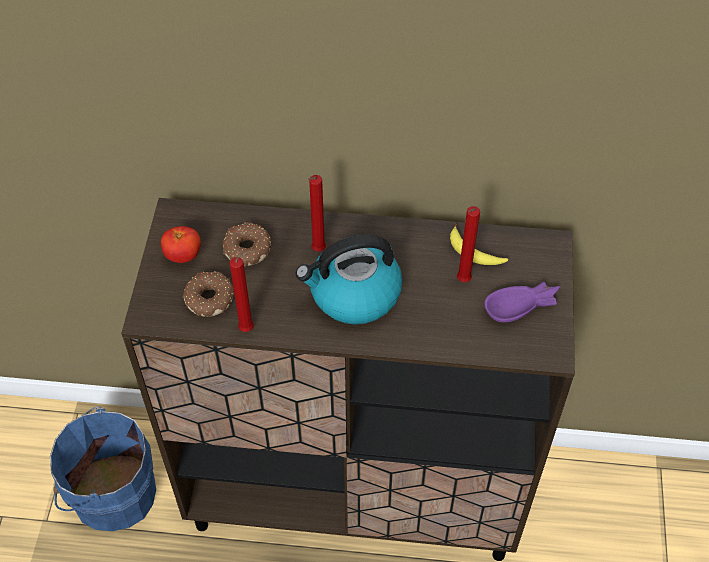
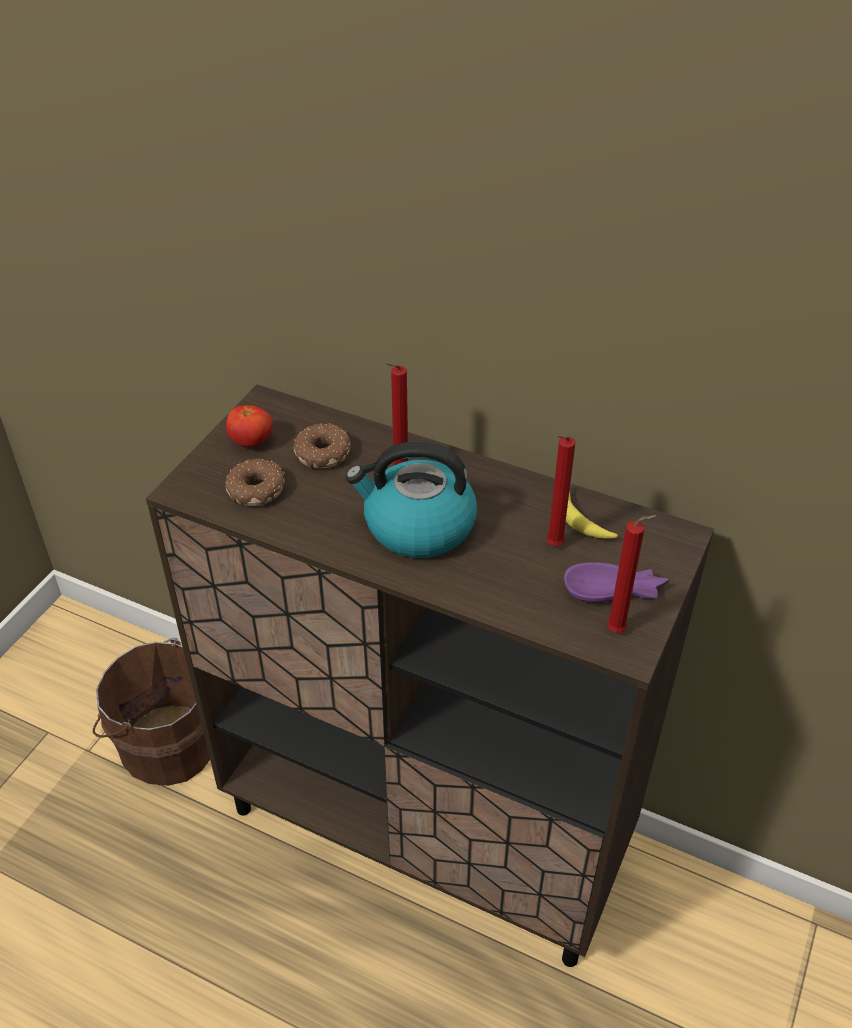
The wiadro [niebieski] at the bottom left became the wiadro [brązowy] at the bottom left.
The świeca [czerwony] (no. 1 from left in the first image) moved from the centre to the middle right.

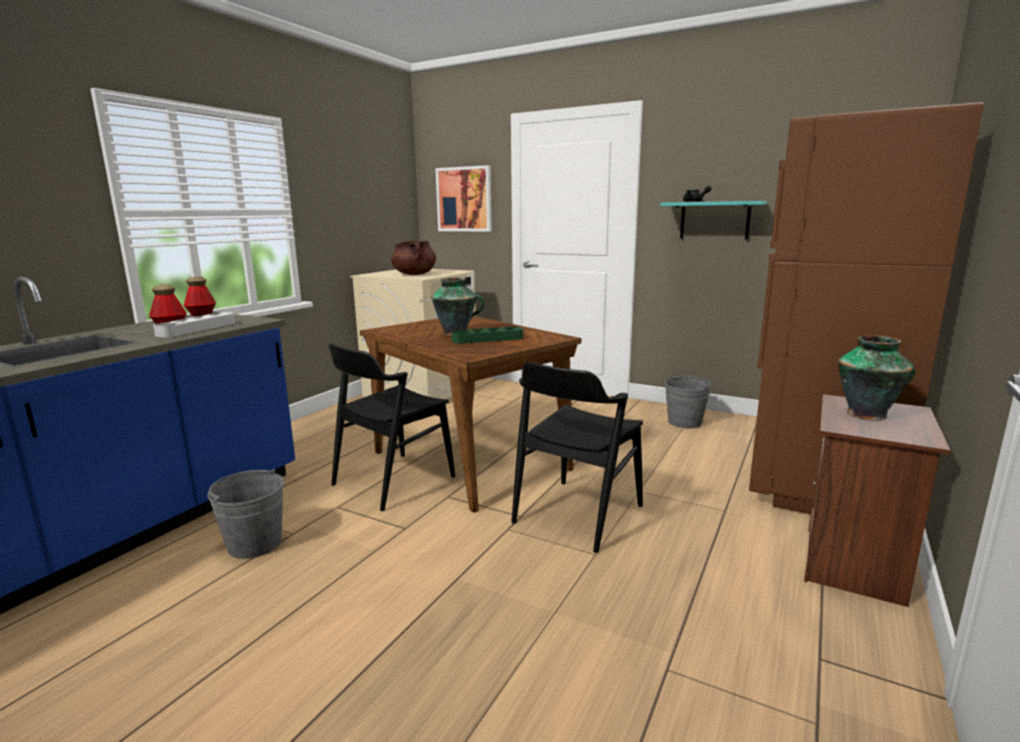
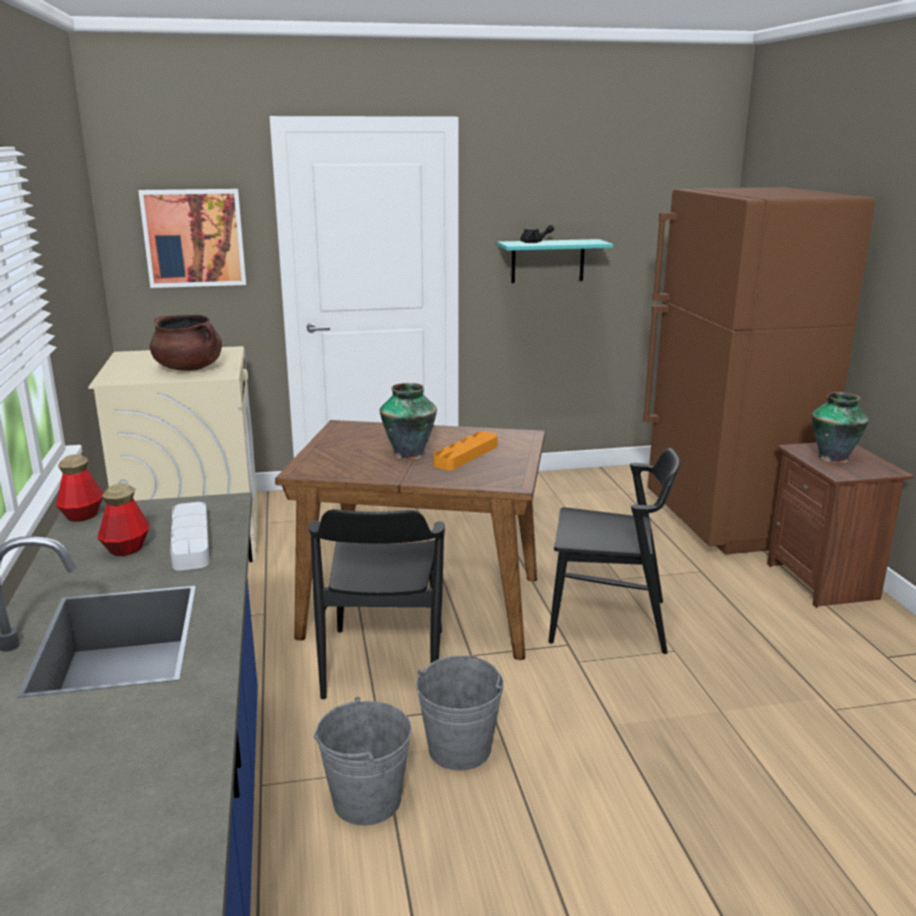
The taca [zielony] at the centre became the taca [pomarańczowy] at the centre.
The krzesło [czarny] (no. 2 from left) at the centre turned 75 degrees counterclockwise.
The wiadro [szary] (no. 2 from left) moved from the middle right to the bottom centre.

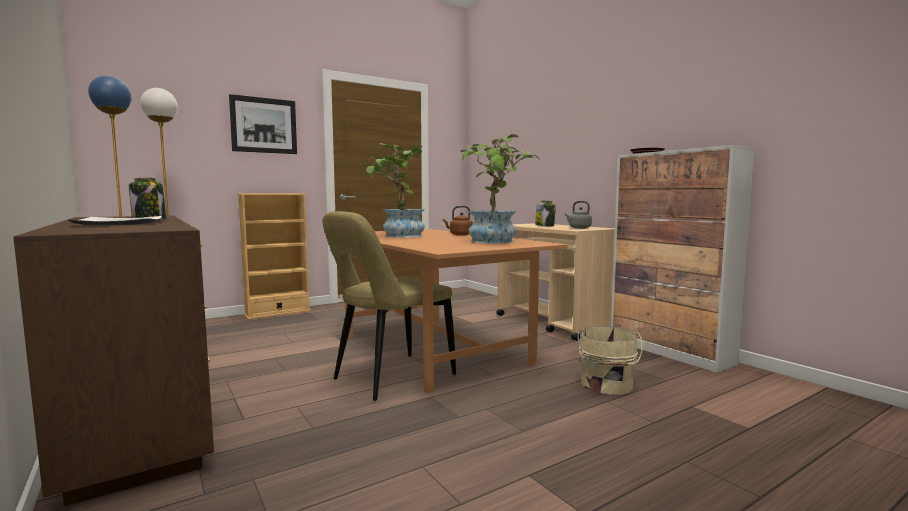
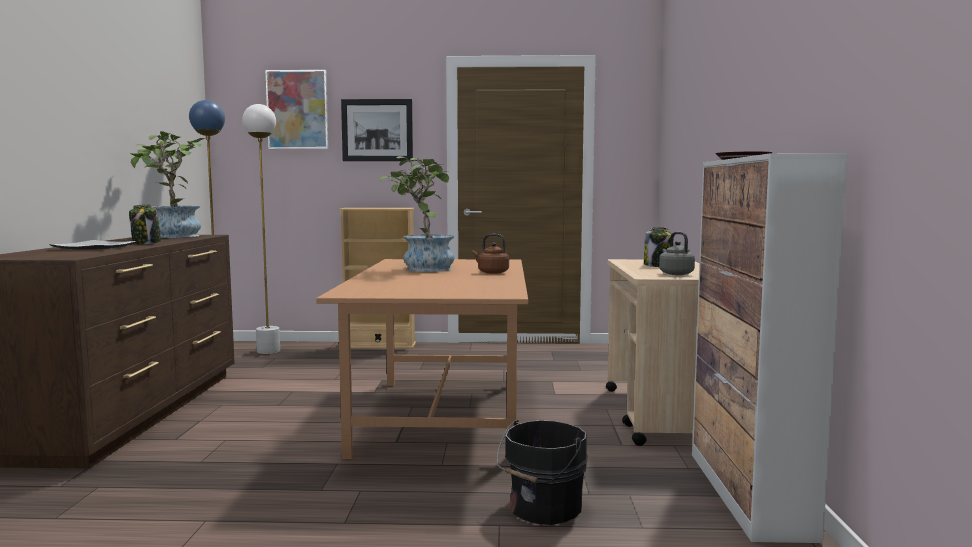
The krzesło [beżowy] at the centre disappeared.
The roślina doniczkowa (no. 2 from left in the first image) moved from the centre to the middle left.
The wiadro [beżowy] at the bottom right became the wiadro [czarny] at the bottom centre.
The obraz (no. 1 from left) at the top left appeared.

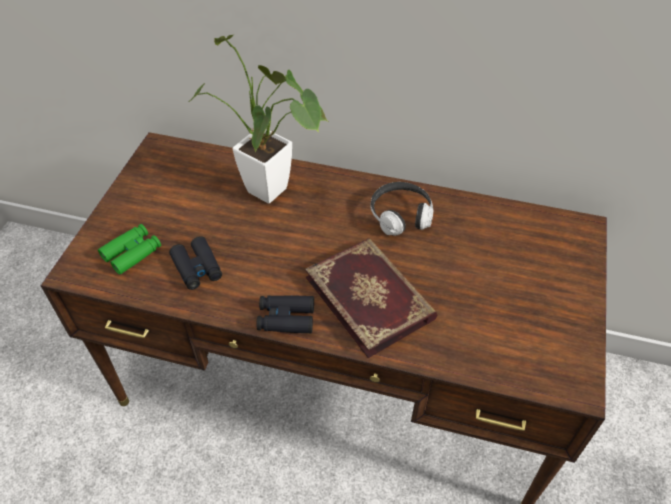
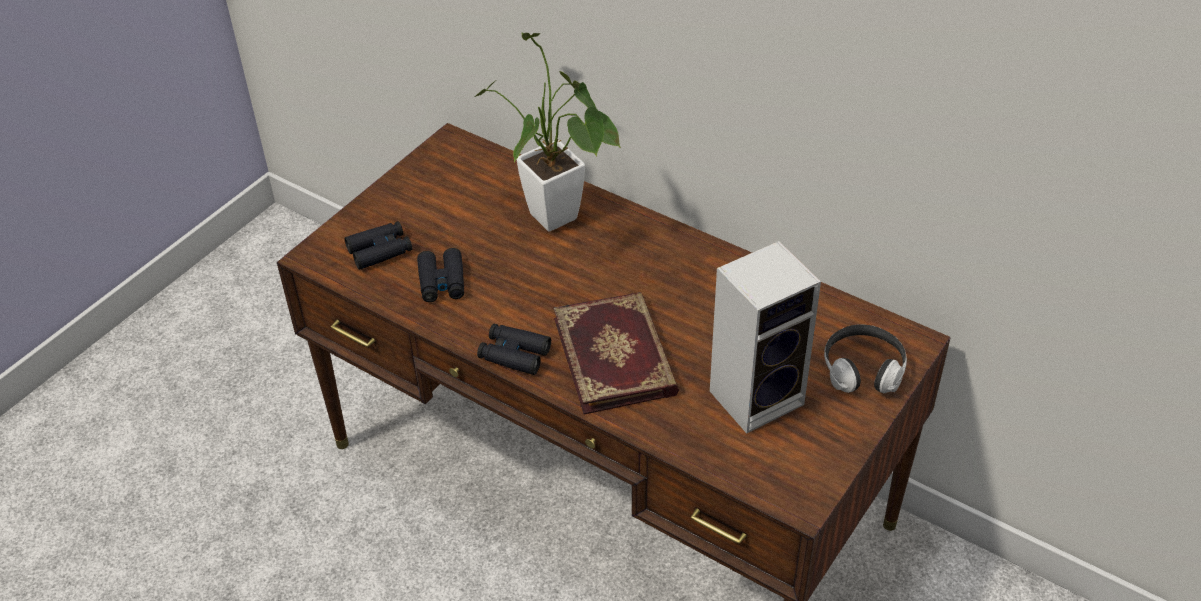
The lornetka [zielony] at the middle left became the lornetka [czarny] (no. 1 from left) at the middle left.
The słuchawki moved from the centre to the middle right.
The głośnik at the centre appeared.

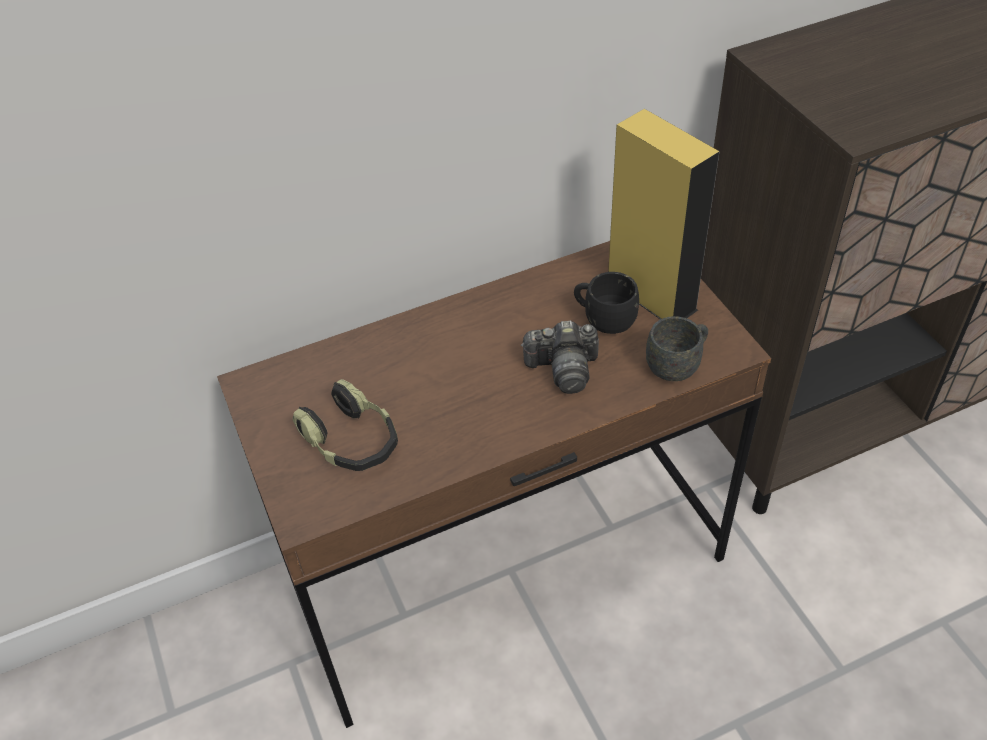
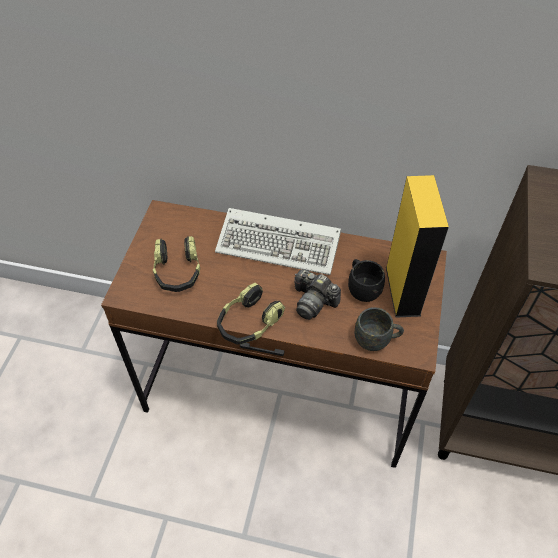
The klawiatura at the centre appeared.
The słuchawki (no. 2 from left) at the centre appeared.

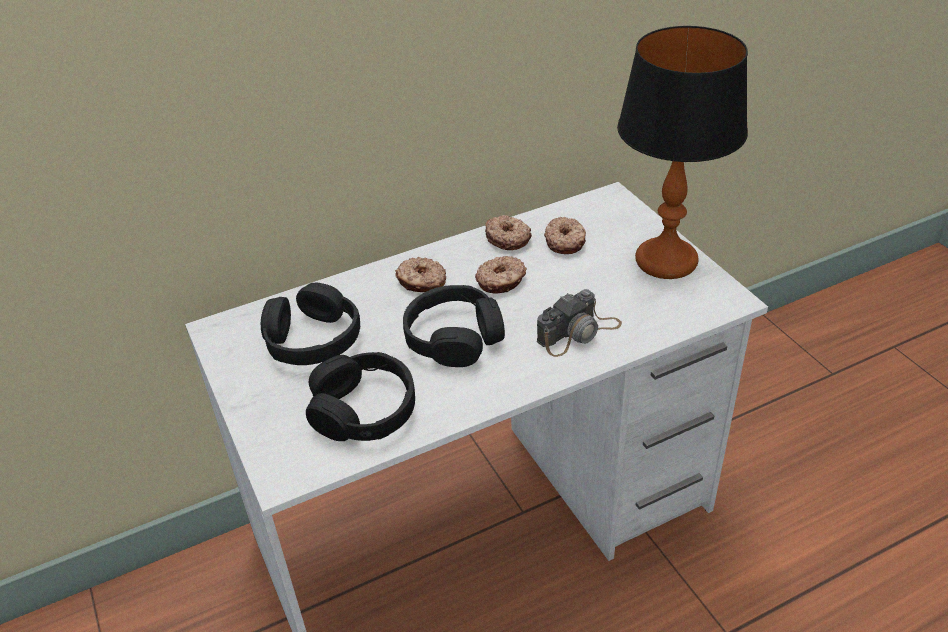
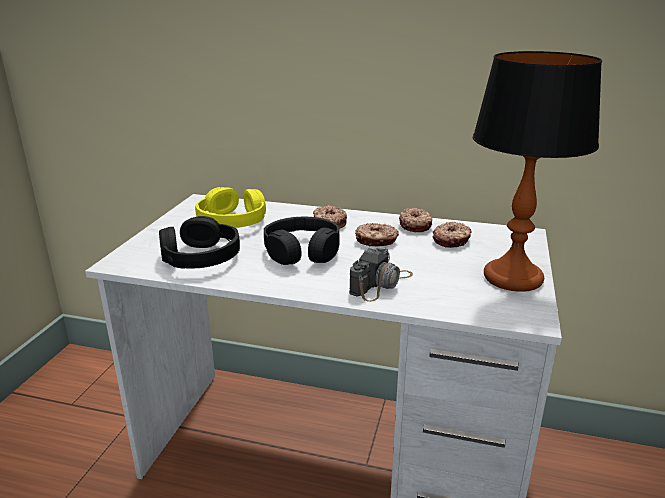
The słuchawki [czarny] (no. 1 from left) at the middle left became the słuchawki [żółty] at the centre.
The aparat fotograficzny at the centre turned 60 degrees counterclockwise.

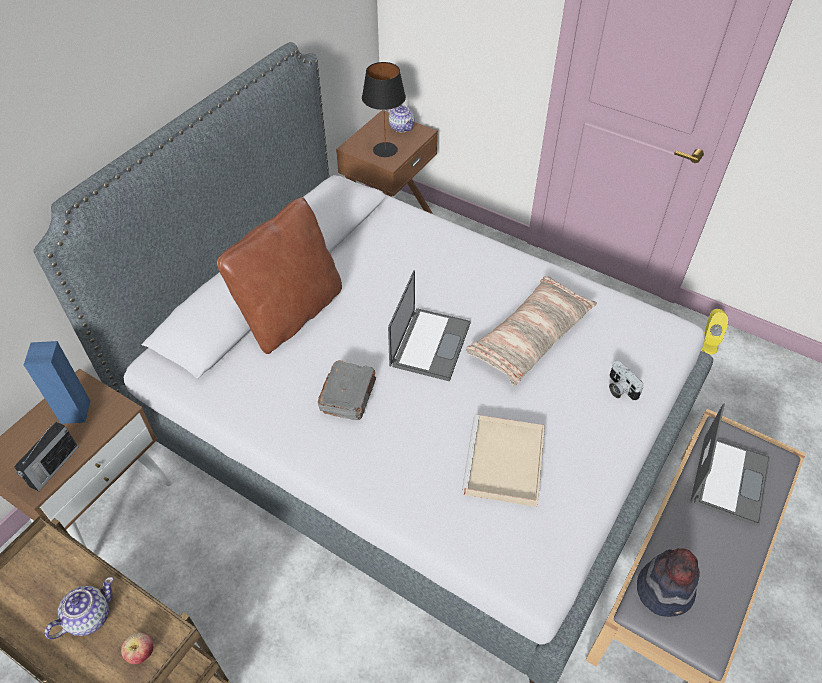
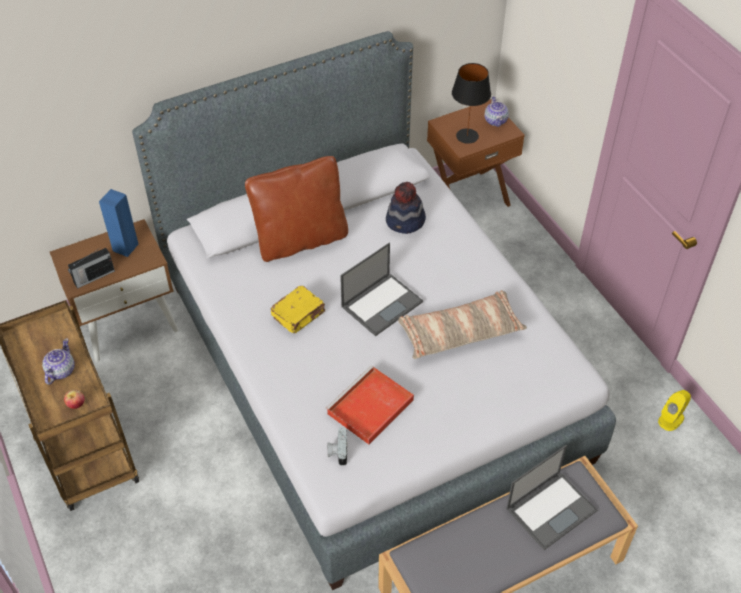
The imbryk (no. 1 from left) at the bottom left turned 60 degrees counterclockwise.
The książka [szary] at the centre became the książka [żółty] at the centre.
The taca [beżowy] at the bottom centre became the taca [czerwony] at the bottom centre.
The aparat fotograficzny moved from the middle right to the bottom centre.
The kapelusz moved from the bottom right to the centre.

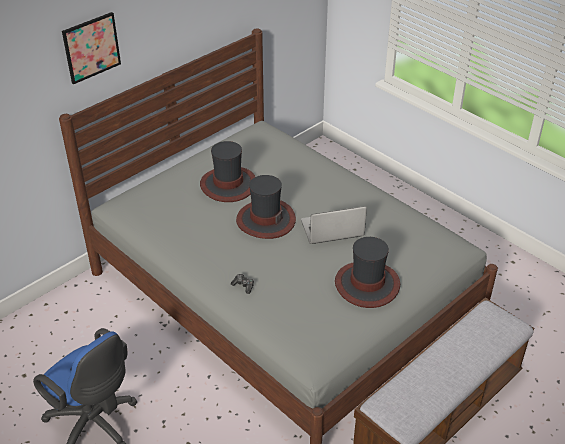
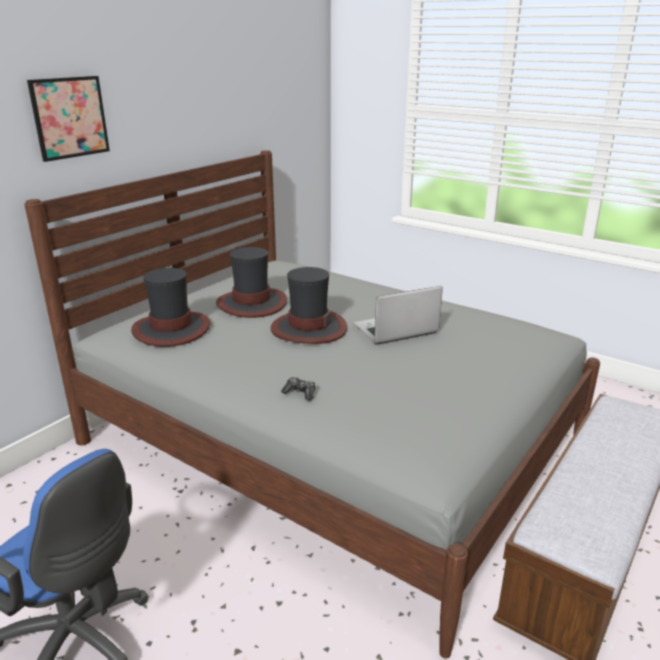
The kapelusz (no. 3 from left in the first image) moved from the centre to the middle left.

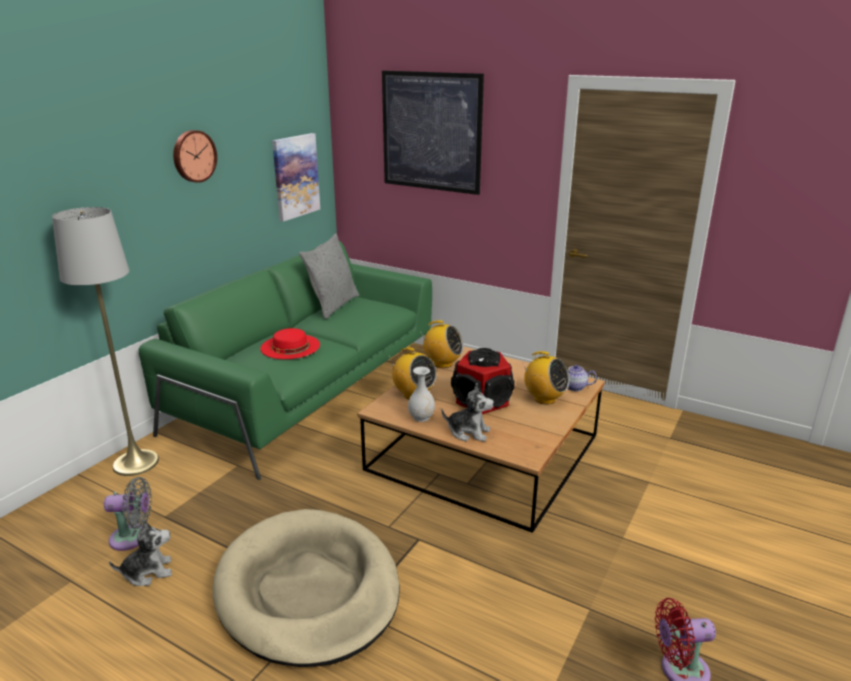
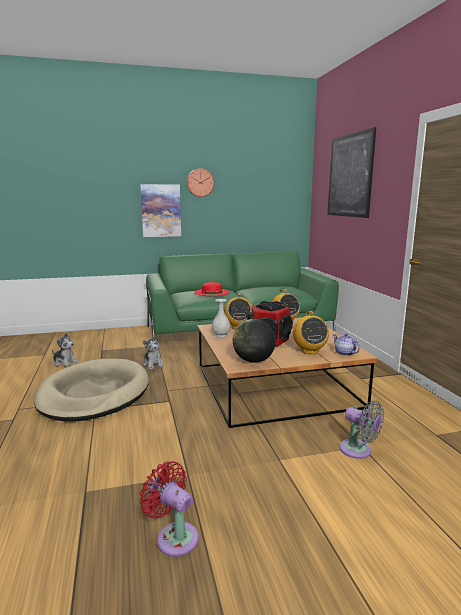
The lampa stojąca [szary] at the middle left disappeared.
The wentylator [szary] moved from the bottom left to the bottom right.
The obraz (no. 1 from left) moved from the top centre to the centre.
The poduszka [szary] at the centre disappeared.
The pluszak (no. 2 from left) moved from the centre to the middle left.
The globus at the centre appeared.

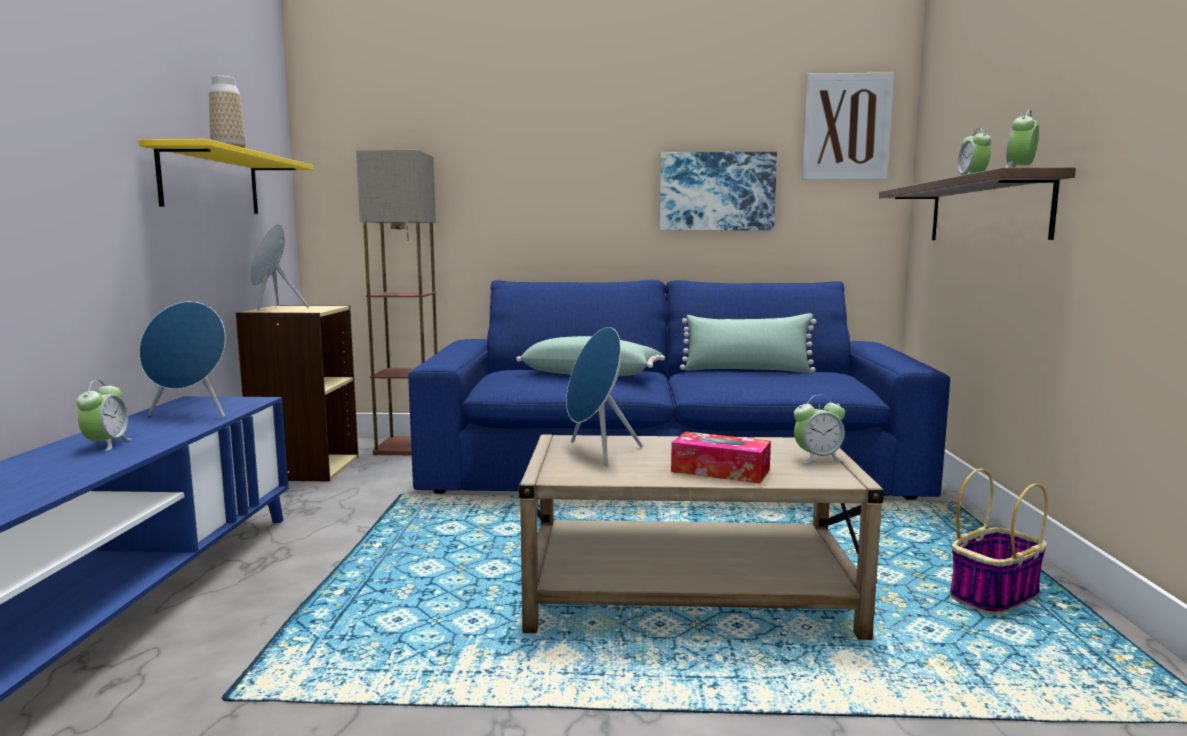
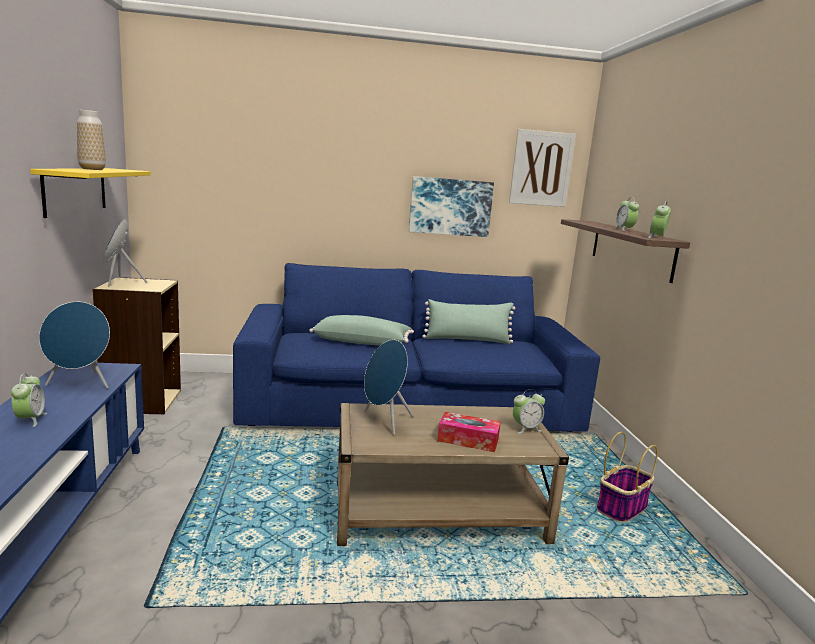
The lampa stojąca at the centre disappeared.

